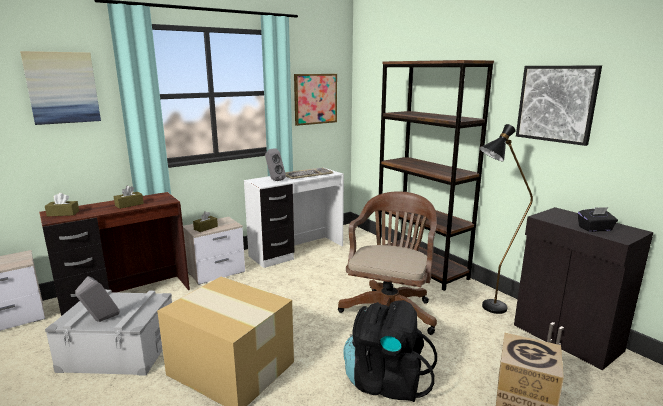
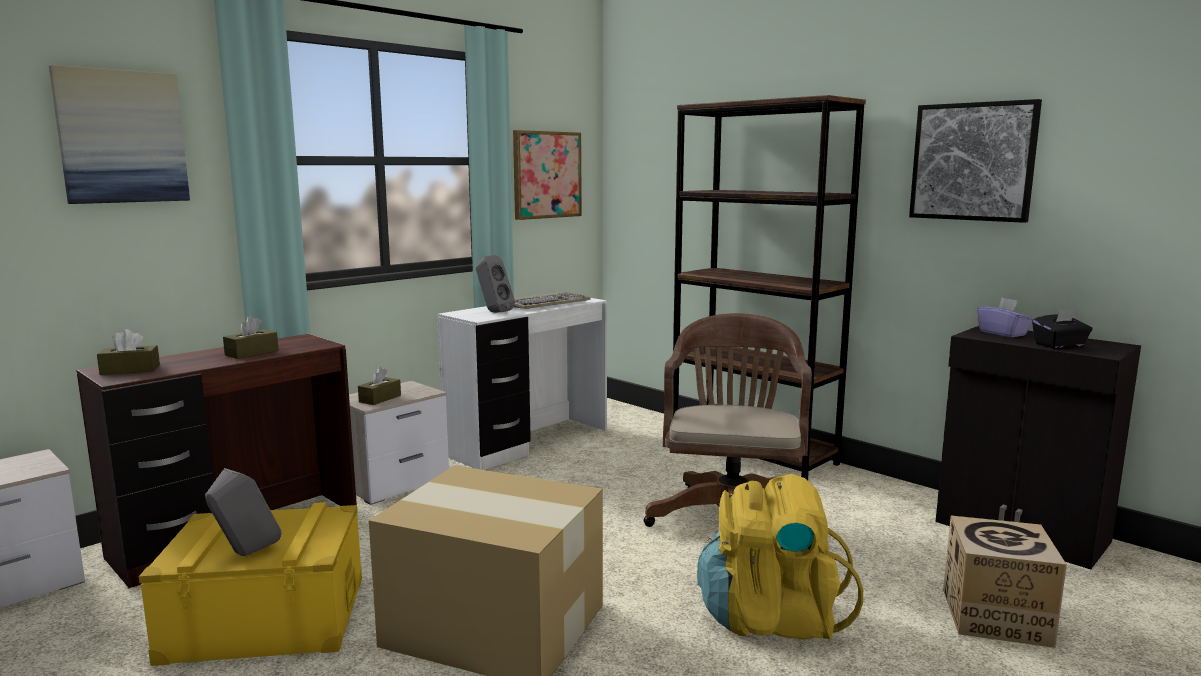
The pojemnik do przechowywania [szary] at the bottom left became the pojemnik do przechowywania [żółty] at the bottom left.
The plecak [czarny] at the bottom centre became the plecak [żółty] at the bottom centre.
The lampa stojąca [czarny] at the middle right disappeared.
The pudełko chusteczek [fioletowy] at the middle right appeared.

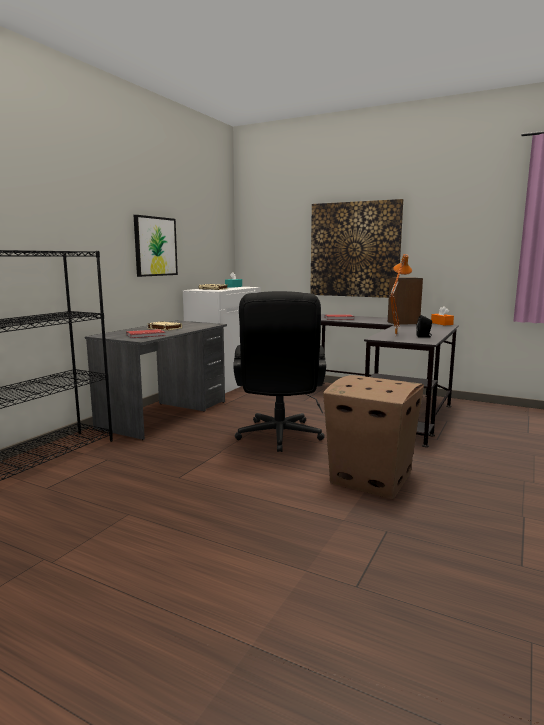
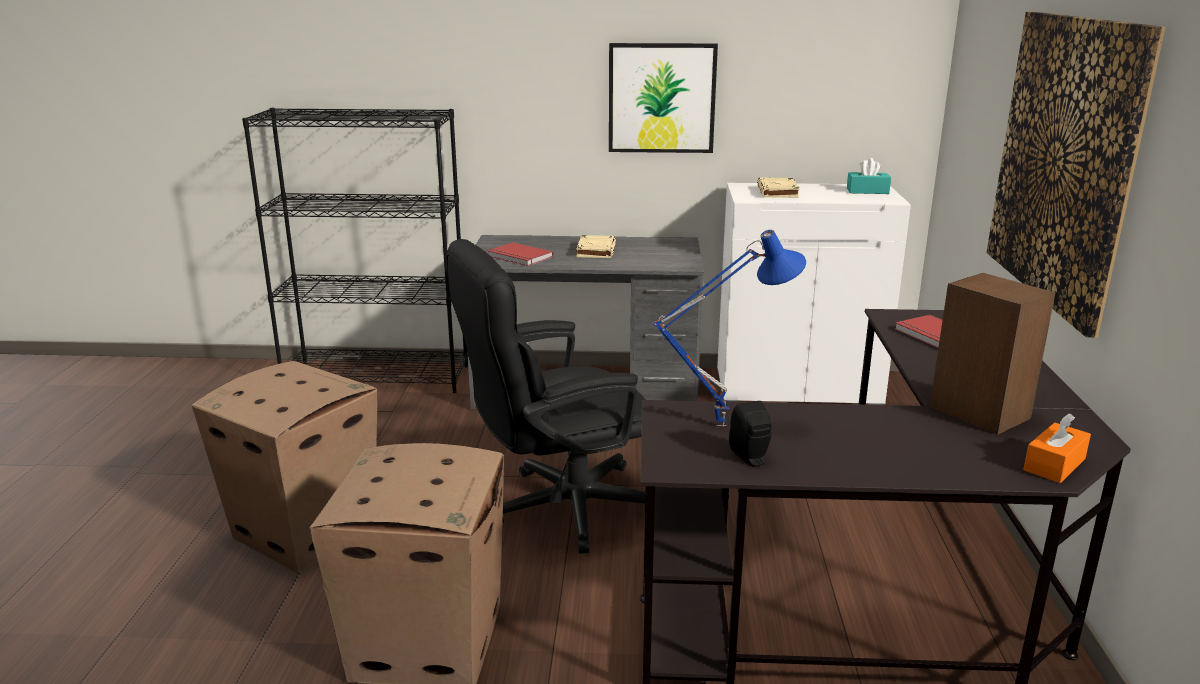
The lampa stołowa [pomarańczowy] at the middle right became the lampa stołowa [niebieski] at the centre.
The karton (no. 1 from left) at the bottom left appeared.

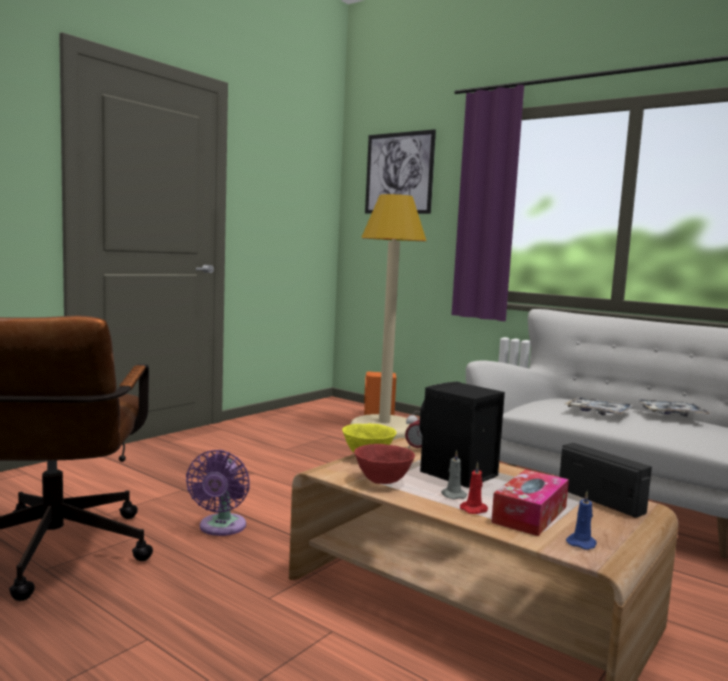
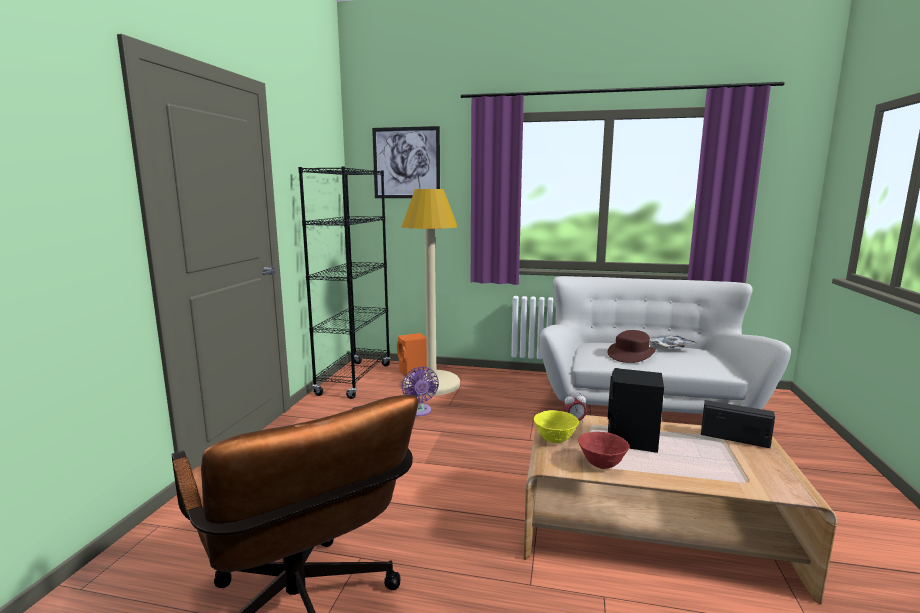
The wentylator [fioletowy] moved from the bottom left to the centre.
The świeca [szary] at the bottom centre disappeared.
The świeca [czerwony] at the bottom centre disappeared.
The pudełko chusteczek at the bottom right disappeared.
The taca (no. 1 from left) at the middle right was replaced by the kapelusz [brązowy] at the middle right.
The świeca [niebieski] at the bottom right disappeared.
The regał [czarny] at the centre appeared.

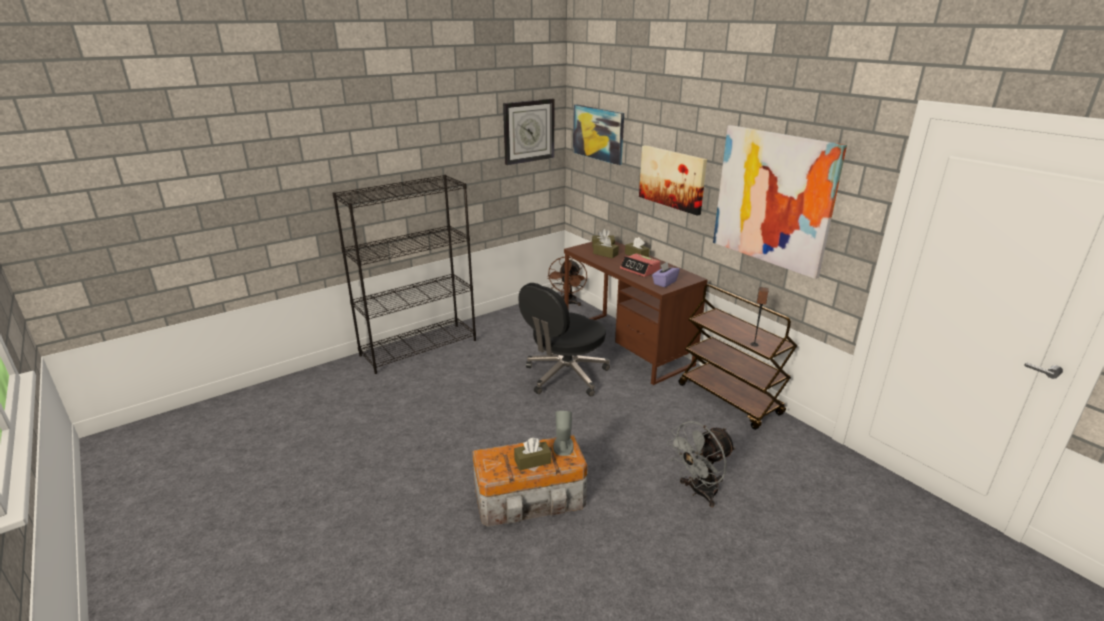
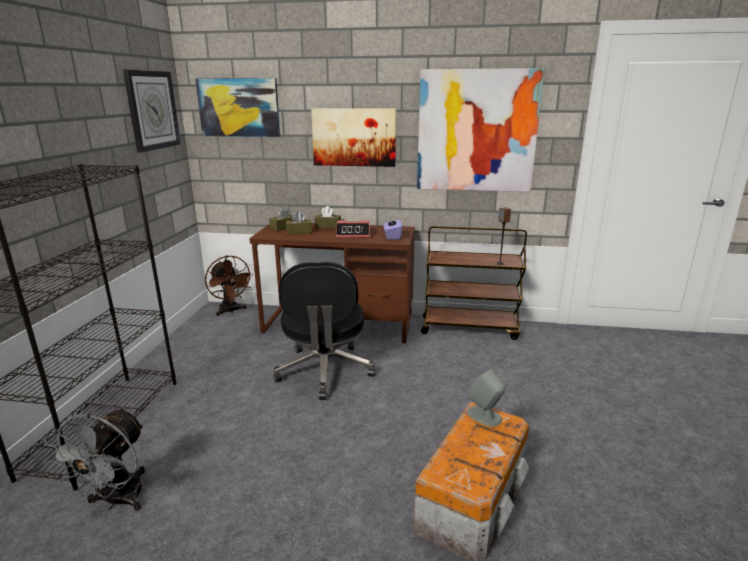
The pudełko chusteczek [brązowy] (no. 1 from left) at the bottom centre disappeared.
The wentylator [szary] moved from the bottom centre to the bottom left.

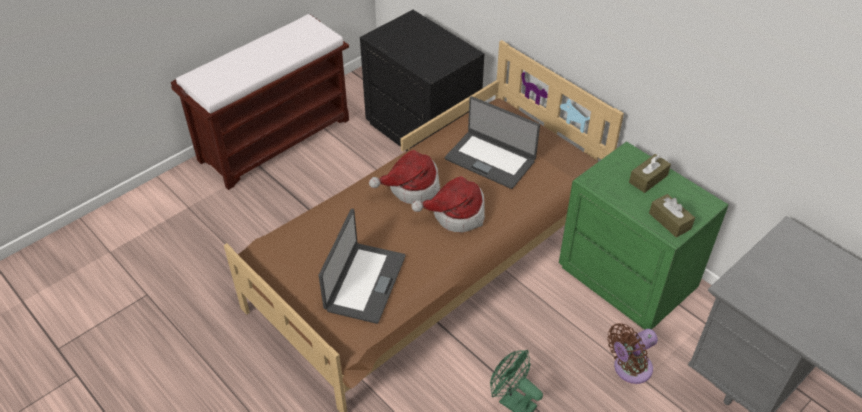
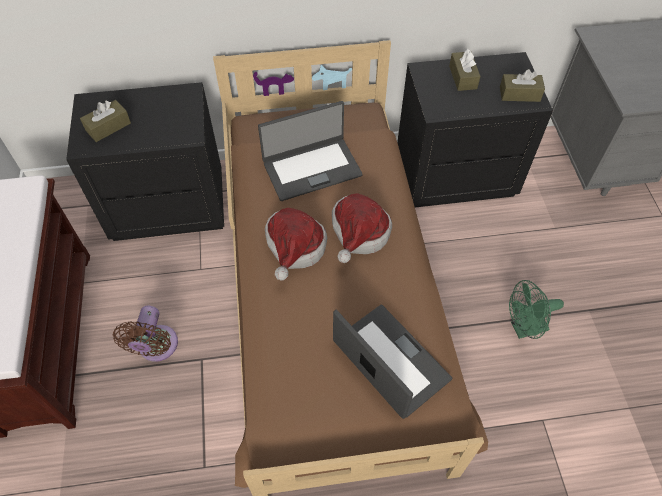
The szafka nocna [zielony] at the middle right became the szafka nocna [czarny] (no. 2 from left) at the top right.
The wentylator [brązowy] moved from the bottom right to the bottom left.
The pudełko chusteczek [brązowy] (no. 1 from left) at the top left appeared.

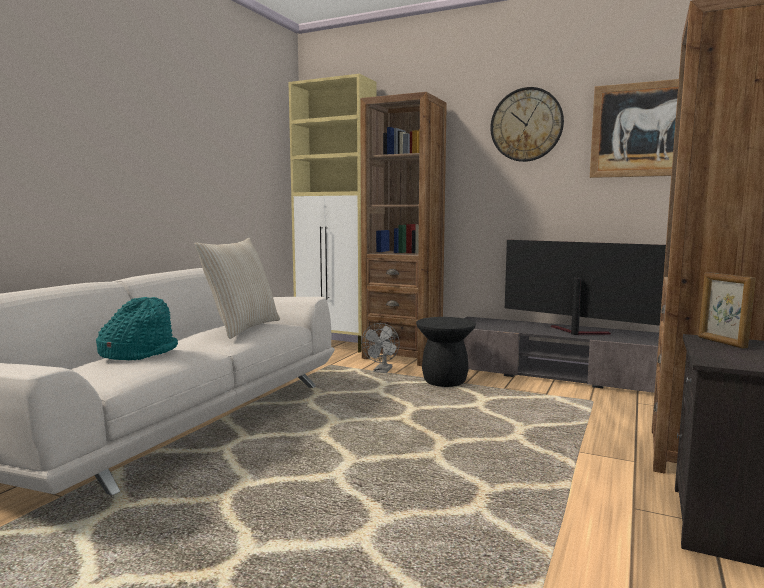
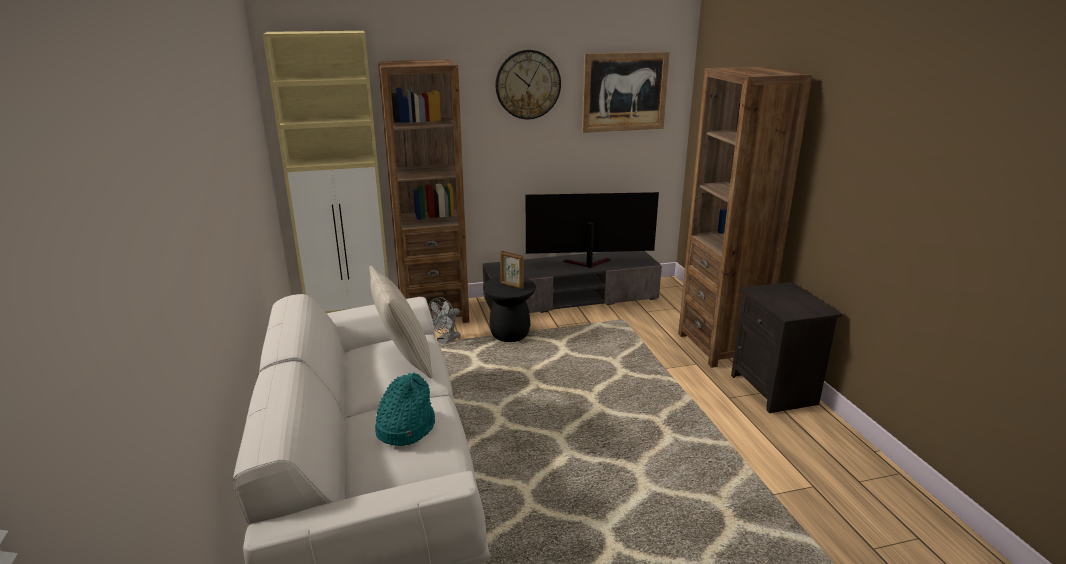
The wentylator [szary] at the centre turned 60 degrees clockwise.
The ramka na zdjęcie moved from the middle right to the centre.

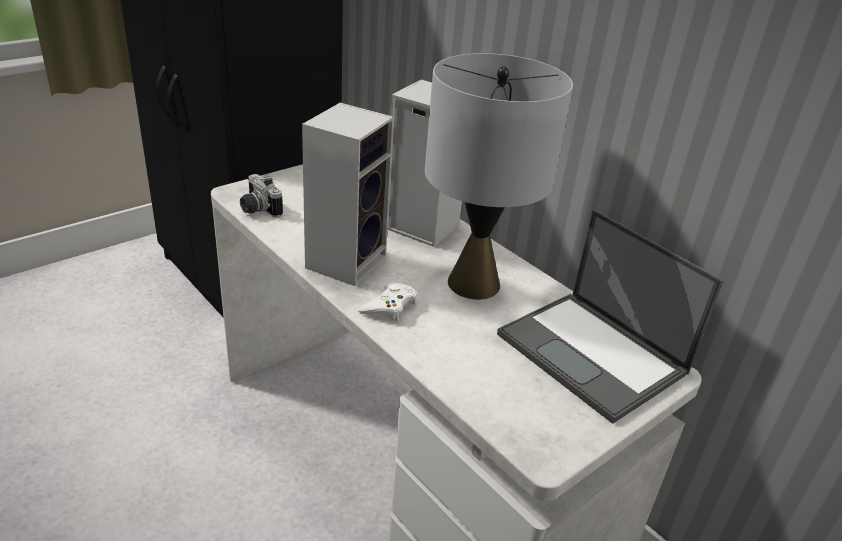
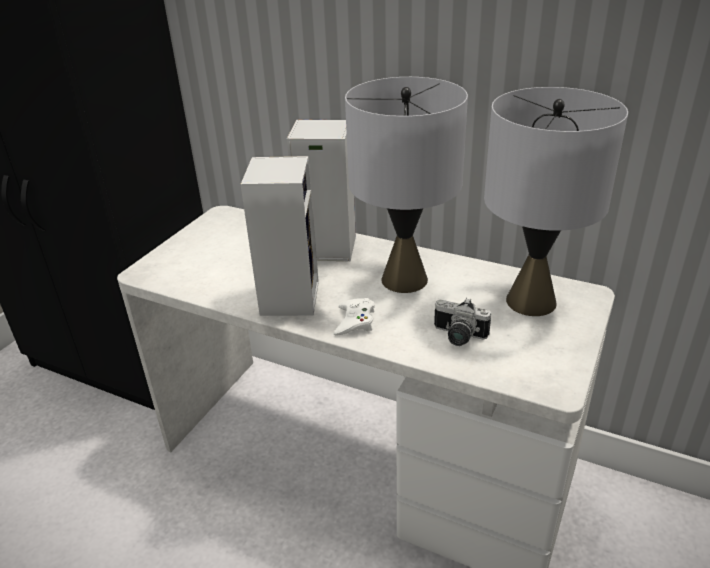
The aparat fotograficzny moved from the middle left to the centre.
The laptop at the middle right was replaced by the lampa stołowa [szary] (no. 2 from left) at the middle right.

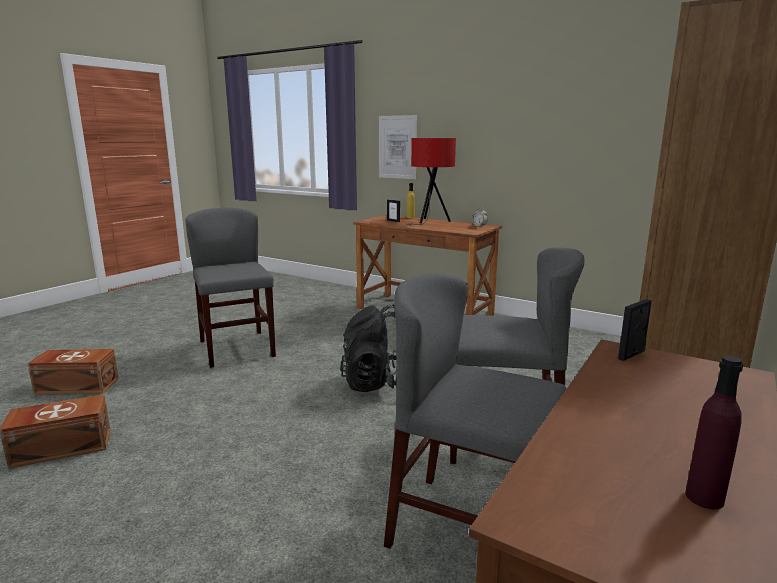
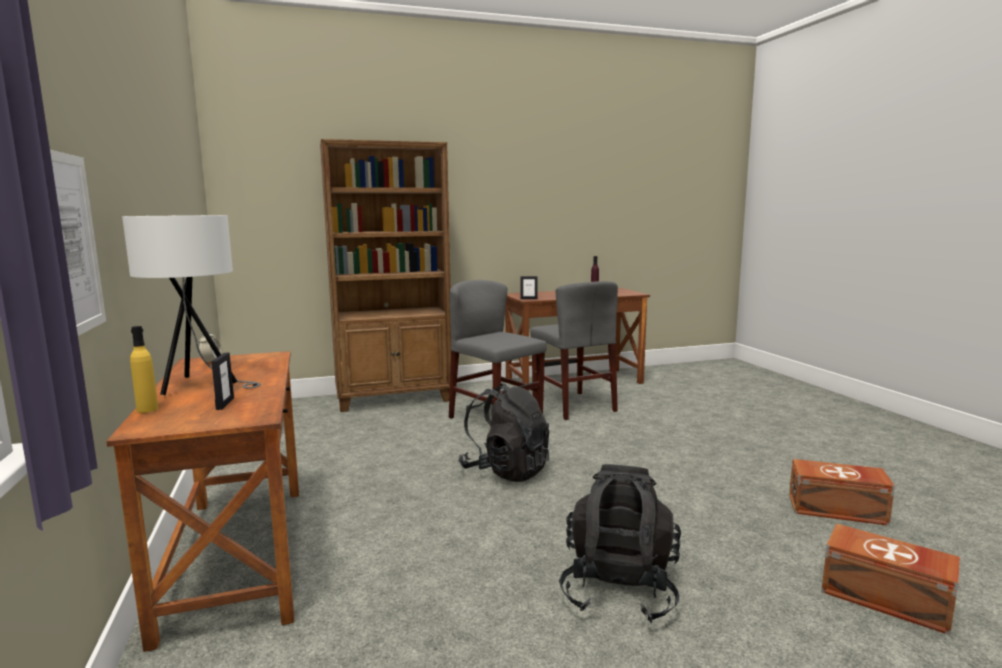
The krzesło [szary] (no. 1 from left) at the middle left was replaced by the plecak [czarny] (no. 2 from left) at the bottom centre.
The lampa stołowa [czerwony] at the top centre became the lampa stołowa [biały] at the middle left.

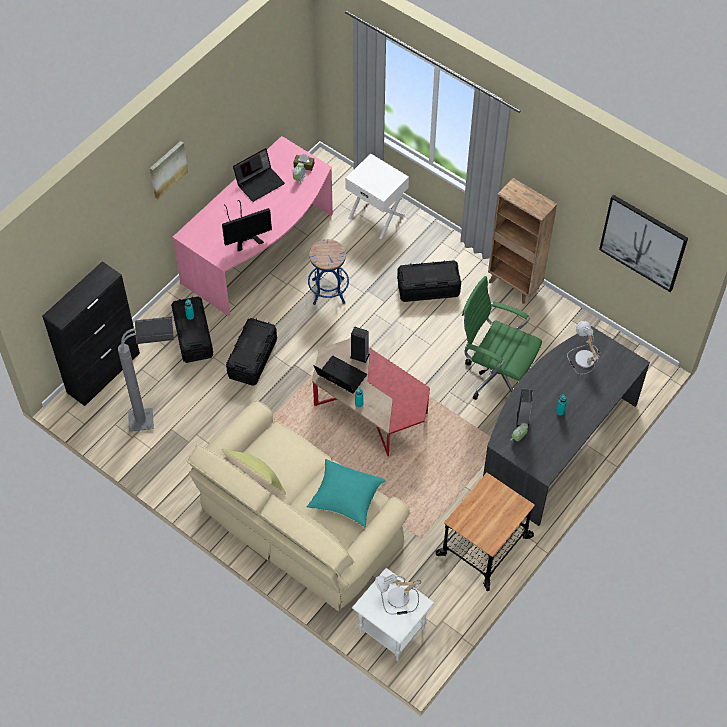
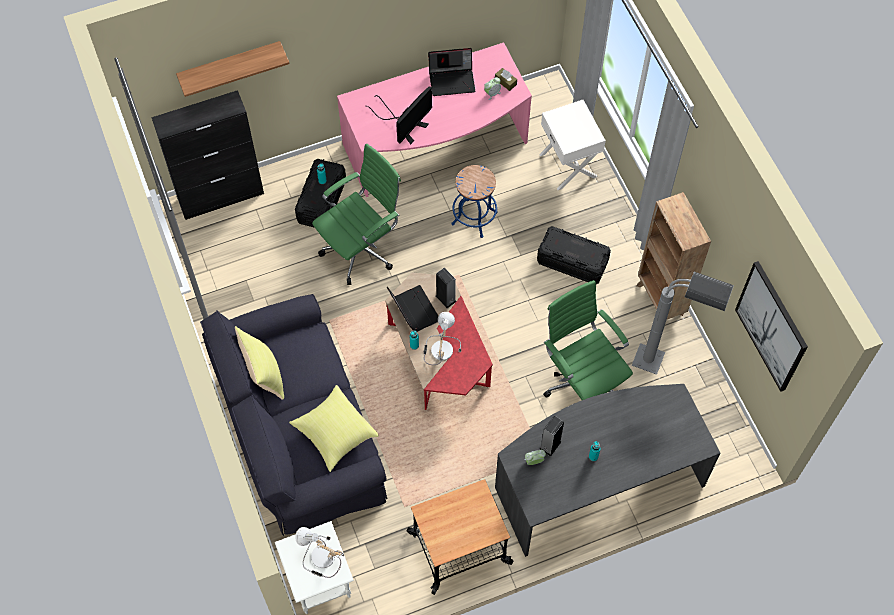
The lampa stojąca [szary] moved from the middle left to the middle right.
The obraz (no. 1 from left) at the top left disappeared.
The kanapa [beżowy] at the bottom centre became the kanapa [czarny] at the bottom left.
The monitor at the top centre turned 60 degrees counterclockwise.
The pojemnik do przechowywania [czarny] (no. 2 from left) at the centre was replaced by the krzesło biurowe [zielony] (no. 1 from left) at the centre.
The poduszka [turkusowy] at the bottom centre became the poduszka [żółty] (no. 2 from left) at the bottom centre.
The lampa stołowa (no. 2 from left) moved from the middle right to the centre.
The półka at the top left appeared.

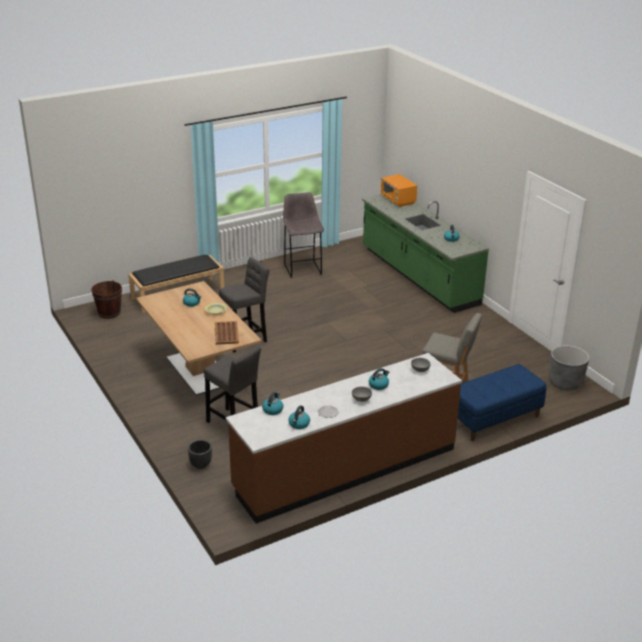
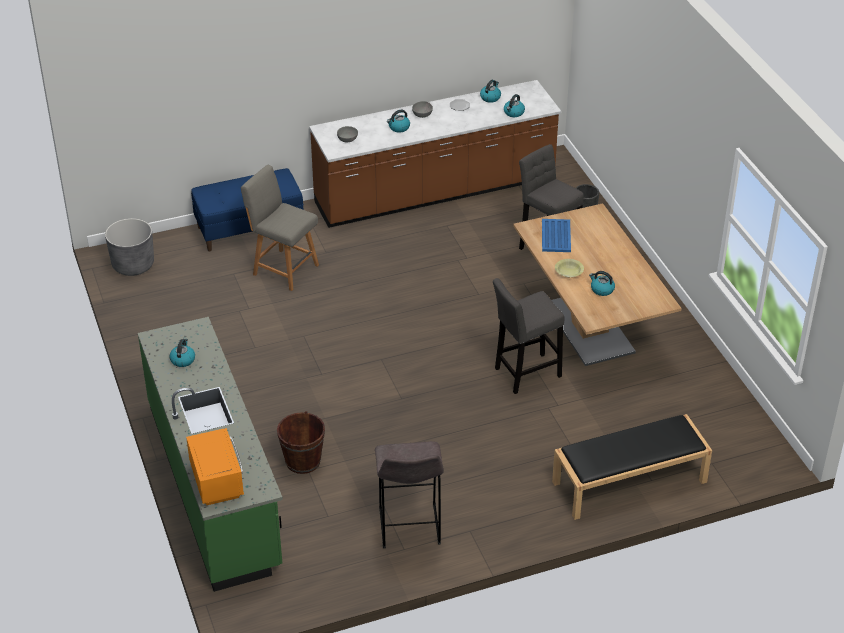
The wiadro [brązowy] moved from the middle left to the bottom centre.
The taca [brązowy] at the centre became the taca [niebieski] at the centre.

